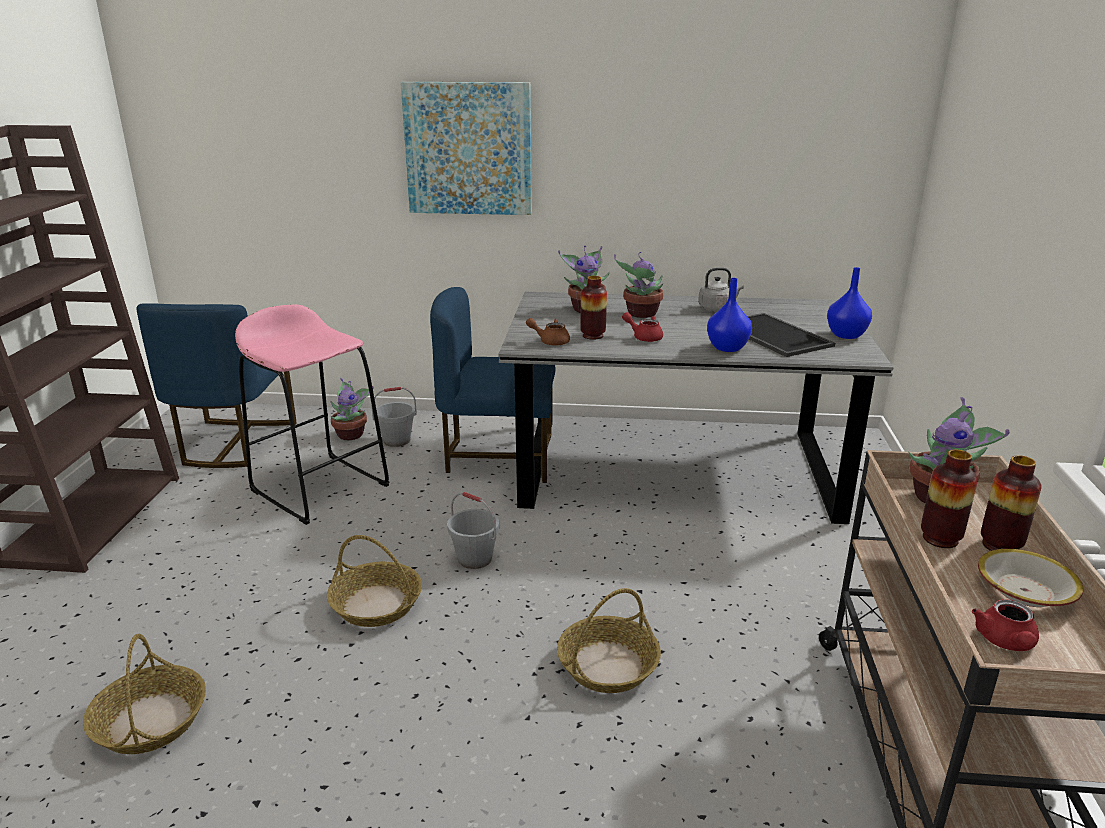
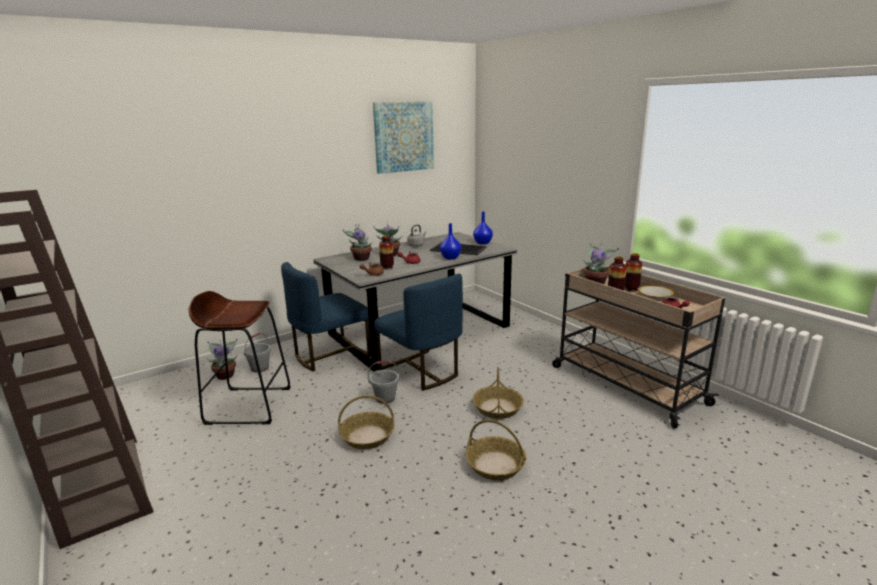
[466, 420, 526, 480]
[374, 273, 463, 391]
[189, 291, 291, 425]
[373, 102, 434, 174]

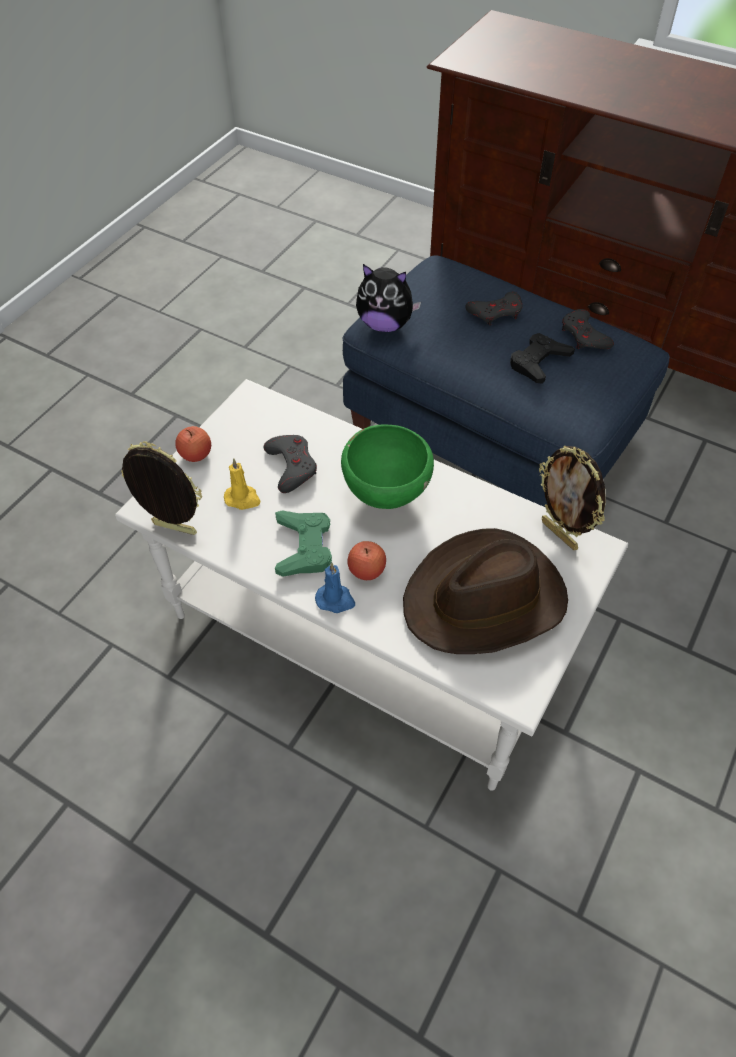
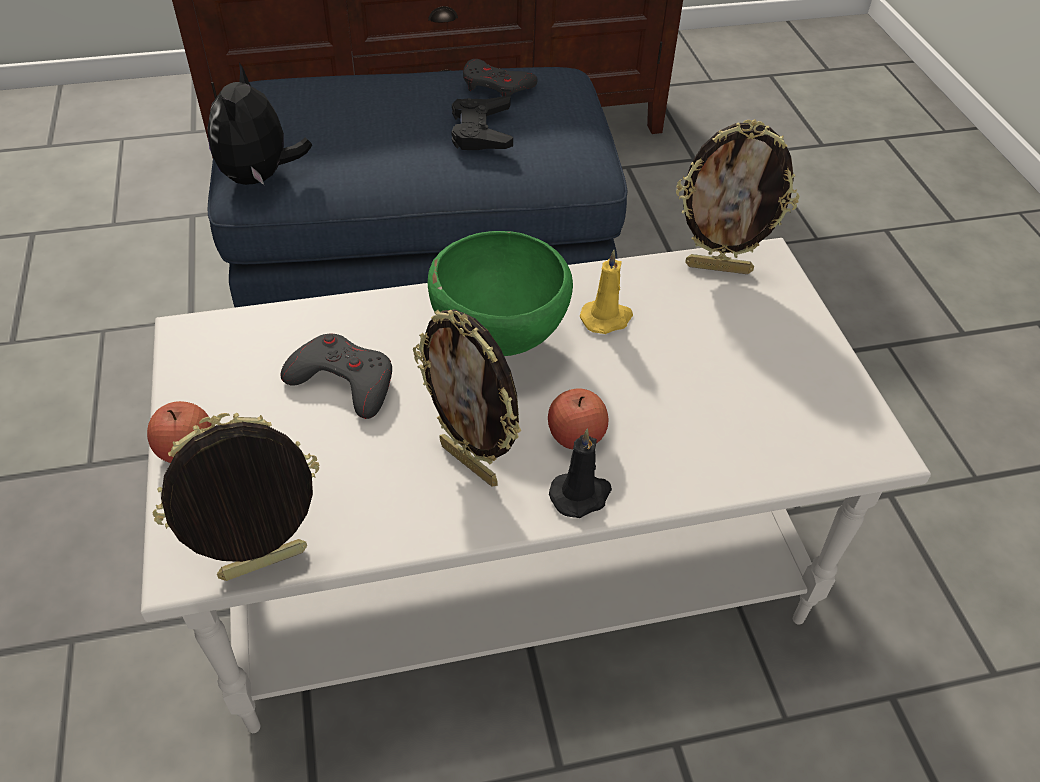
[580, 250, 633, 334]
[413, 309, 521, 487]
[549, 428, 612, 518]
[207, 62, 312, 185]
[403, 528, 568, 654] (first image)
[465, 292, 522, 326] (first image)

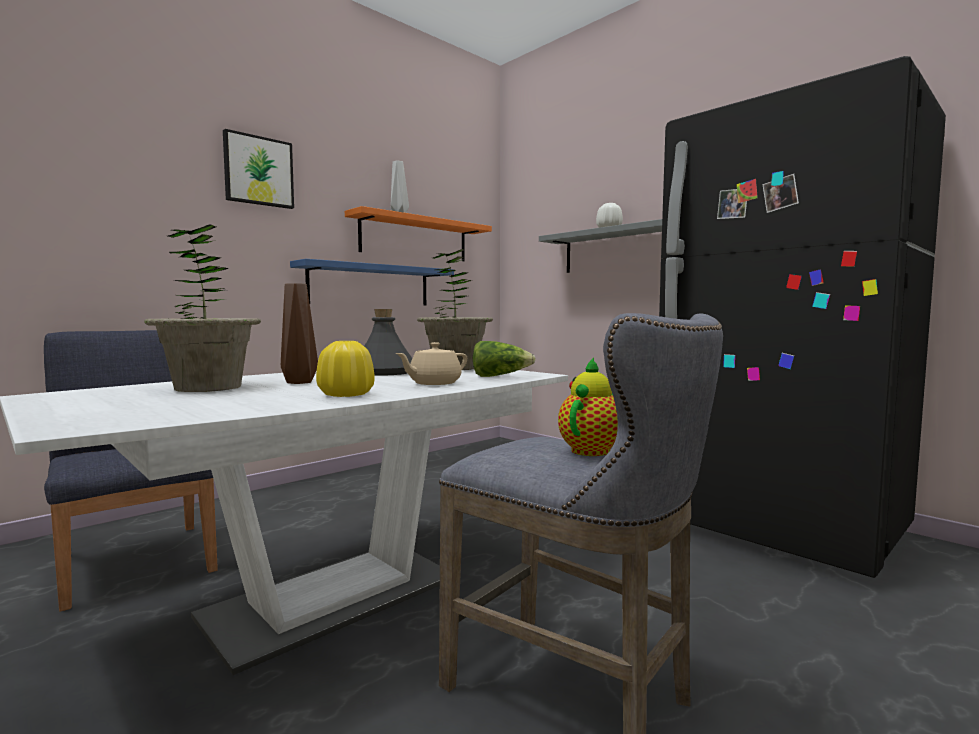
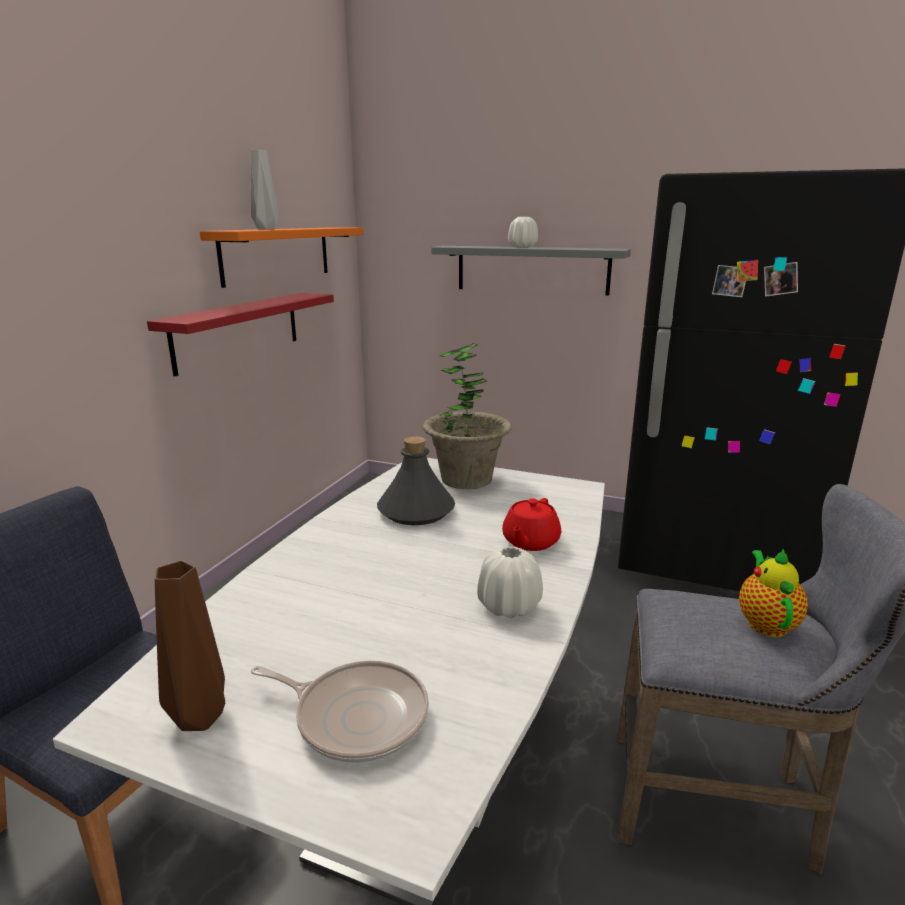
[144, 224, 261, 392] (first image)
[223, 129, 294, 209] (first image)
[155, 560, 225, 731]
[147, 293, 334, 377]
[477, 546, 543, 618]
[502, 498, 561, 551]
[473, 341, 536, 377] (first image)
[251, 661, 429, 763]

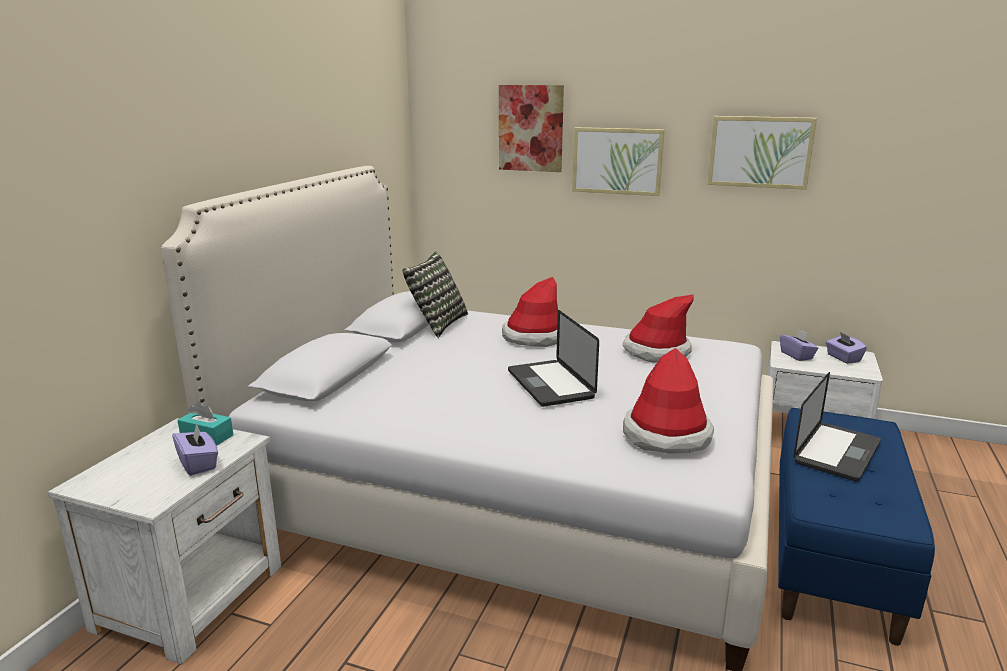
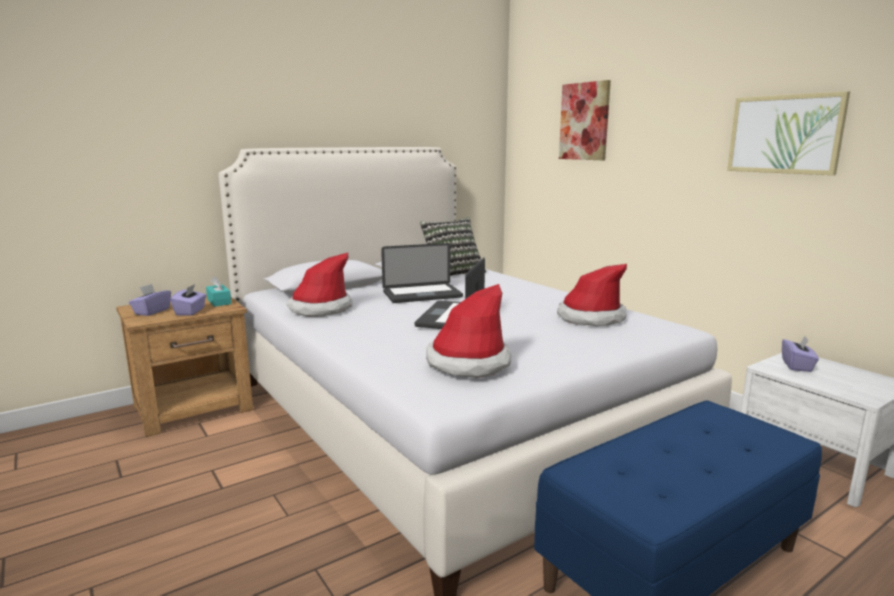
[116, 294, 253, 437]
[286, 252, 353, 317]
[572, 127, 665, 196] (first image)
[381, 243, 463, 303]
[129, 284, 171, 316]

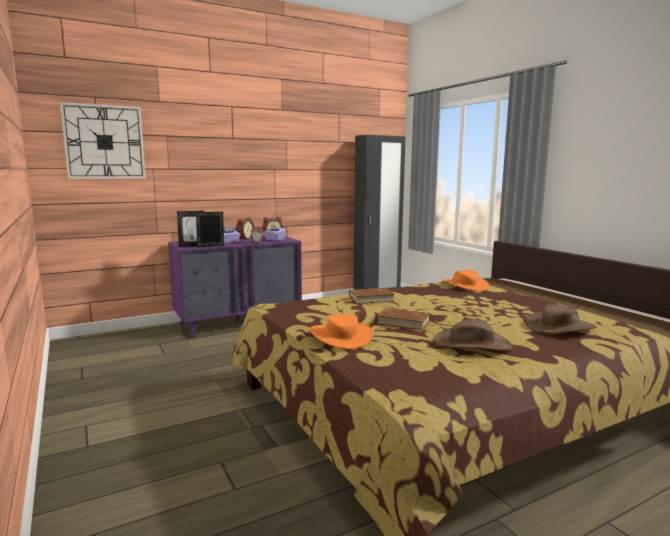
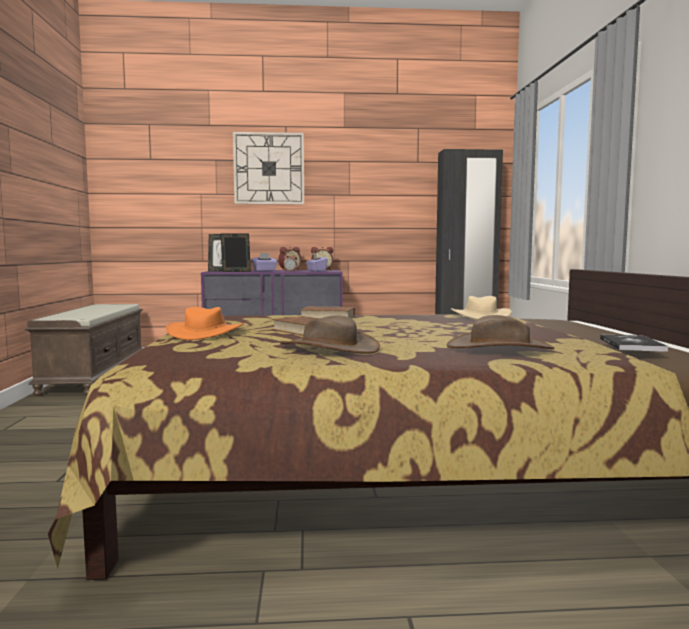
[233, 132, 304, 204]
[451, 296, 512, 319]
[25, 304, 143, 397]
[600, 335, 668, 352]

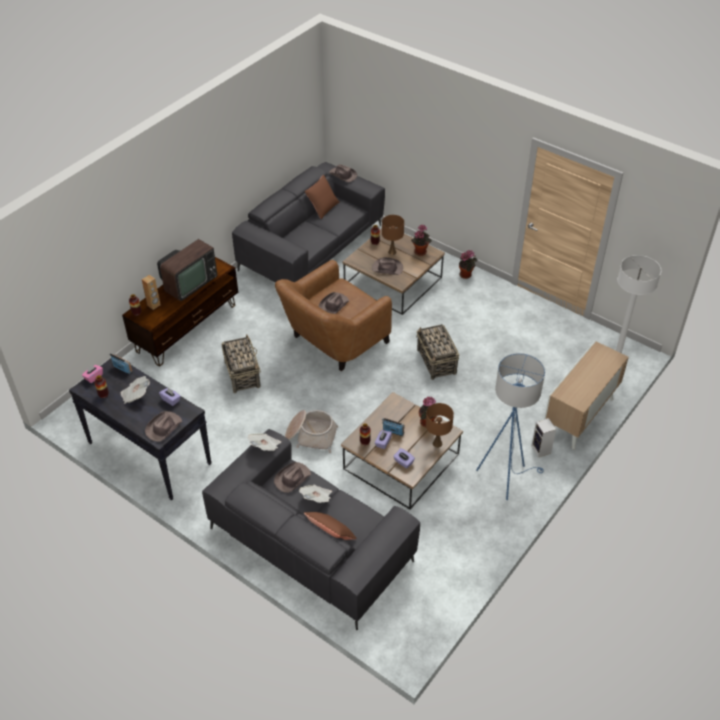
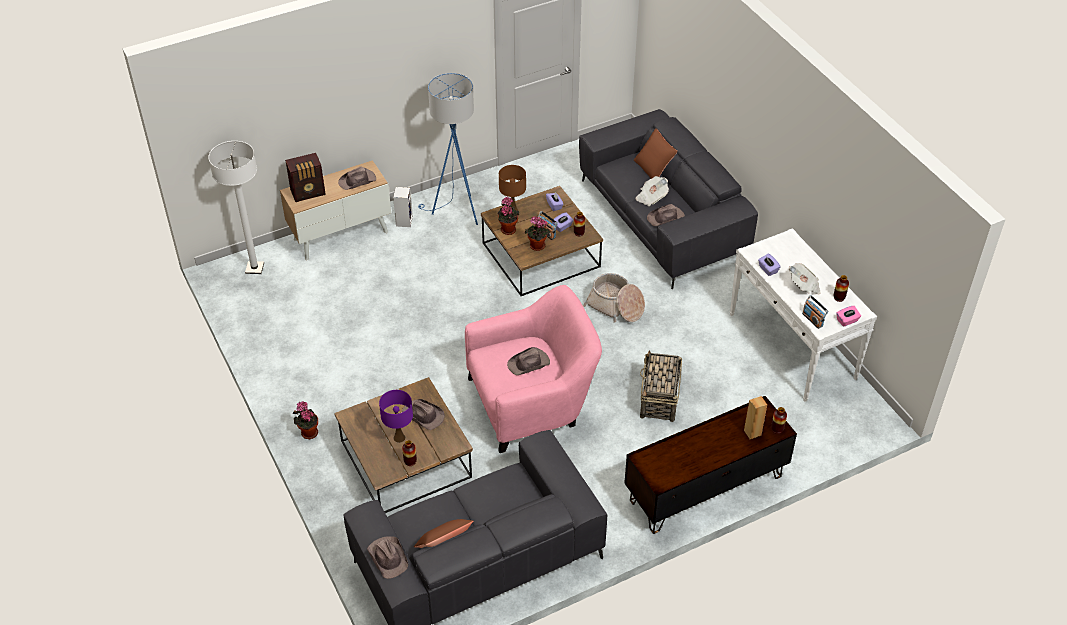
[730, 228, 877, 402]
[338, 166, 376, 190]
[157, 239, 218, 301] (first image)
[247, 433, 281, 451] (first image)
[465, 285, 602, 453]
[379, 390, 413, 443]
[525, 216, 550, 251]
[416, 324, 459, 380] (first image)
[285, 153, 326, 202]

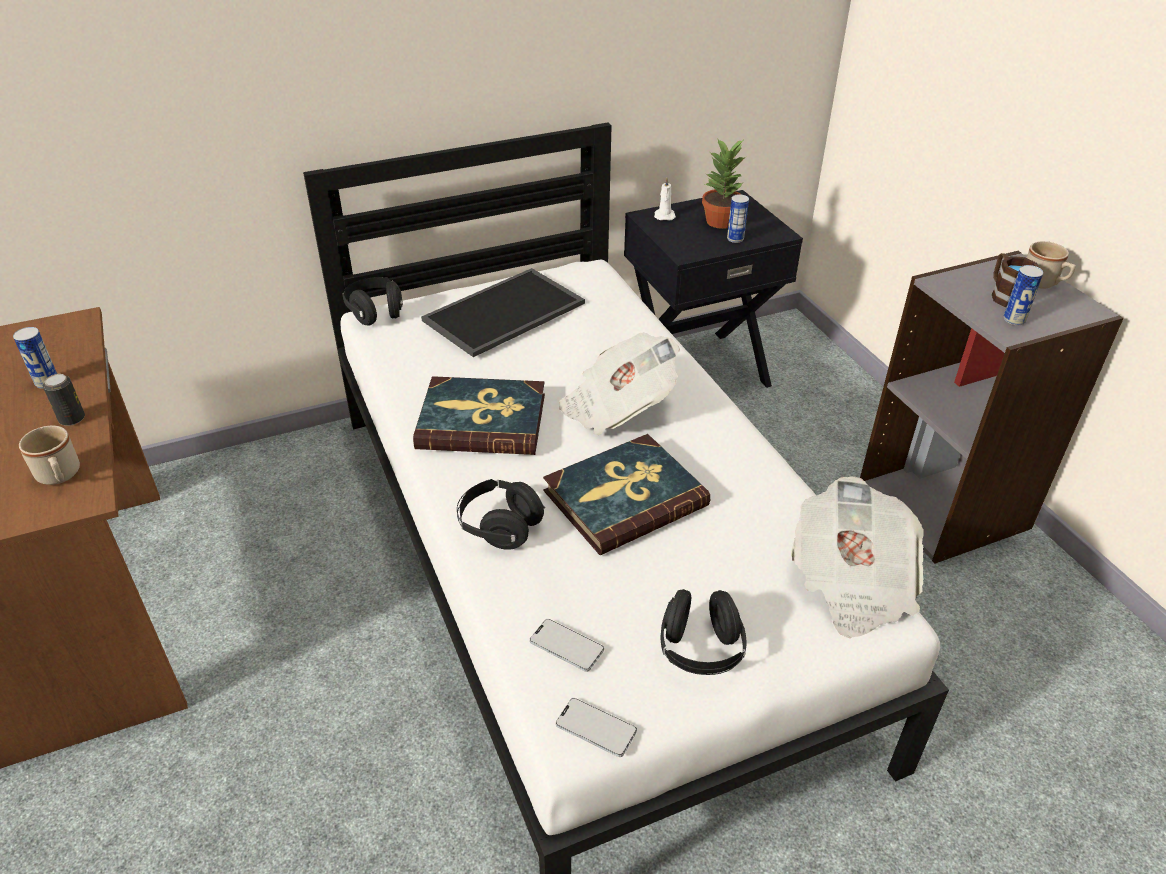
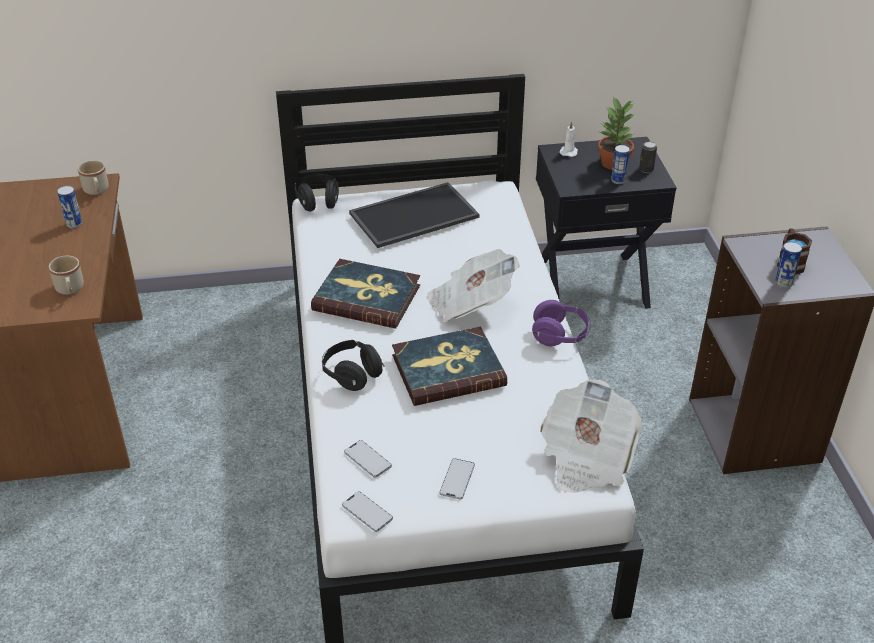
[639, 142, 657, 173]
[440, 458, 475, 500]
[78, 160, 109, 195]
[532, 300, 591, 346]

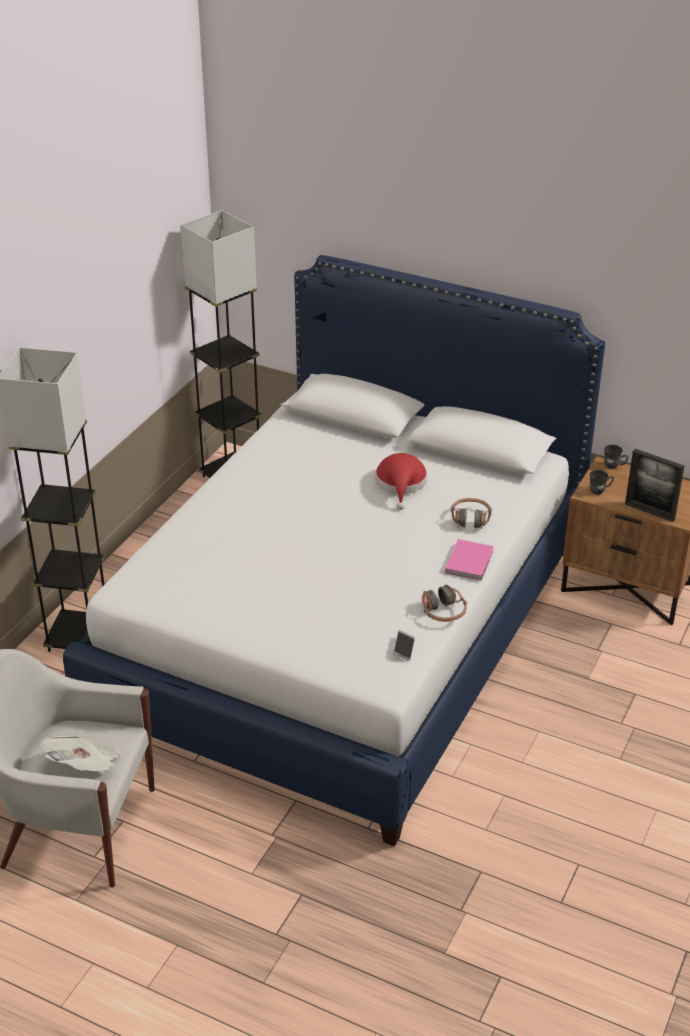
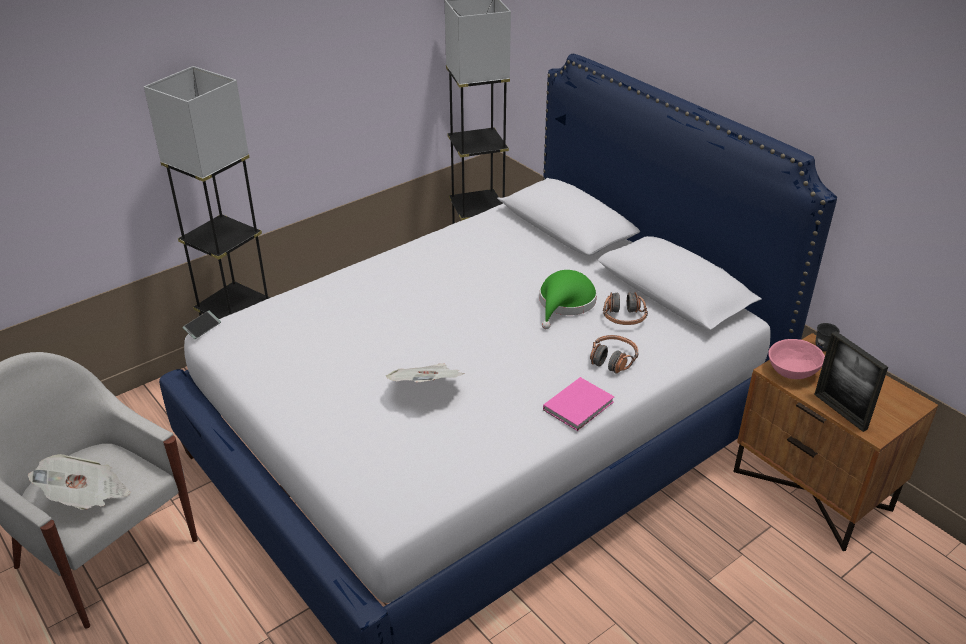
[539, 270, 597, 329]
[183, 311, 221, 339]
[603, 292, 648, 325]
[768, 339, 825, 379]
[386, 363, 465, 383]

